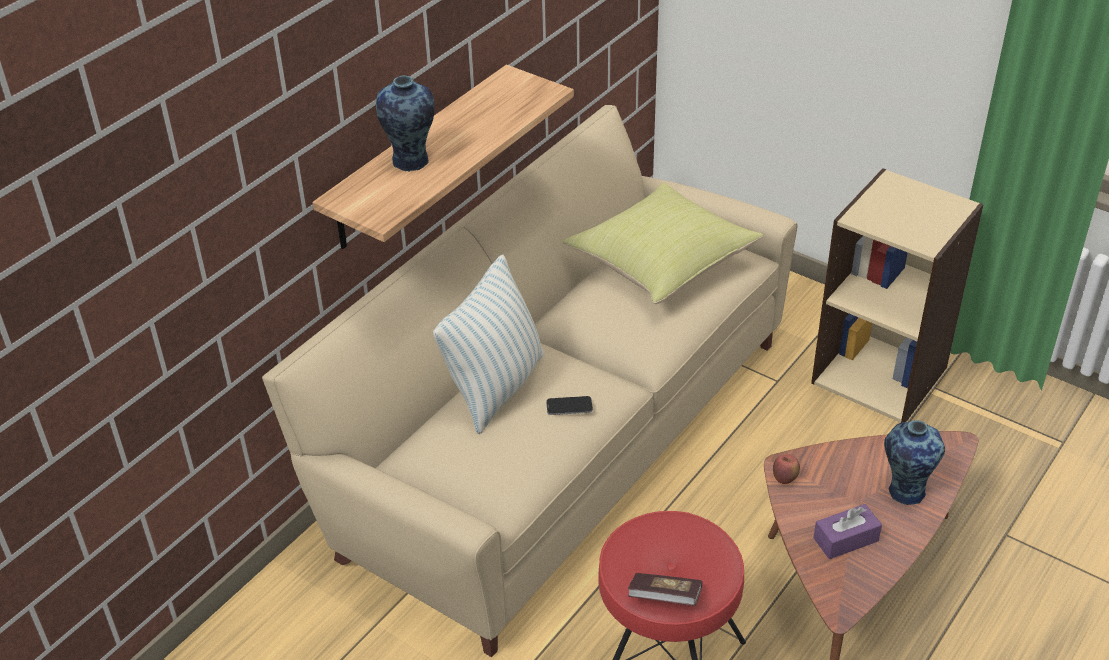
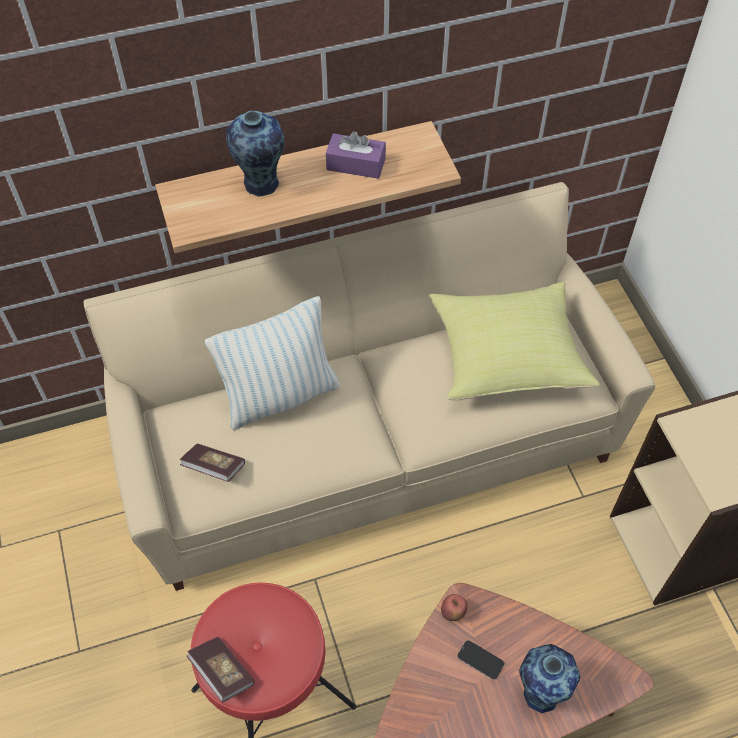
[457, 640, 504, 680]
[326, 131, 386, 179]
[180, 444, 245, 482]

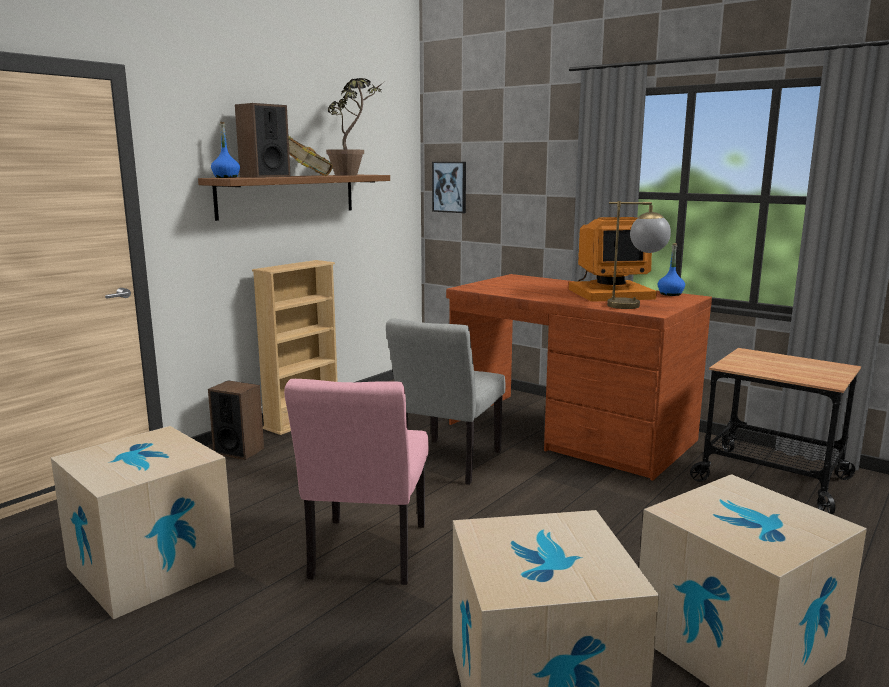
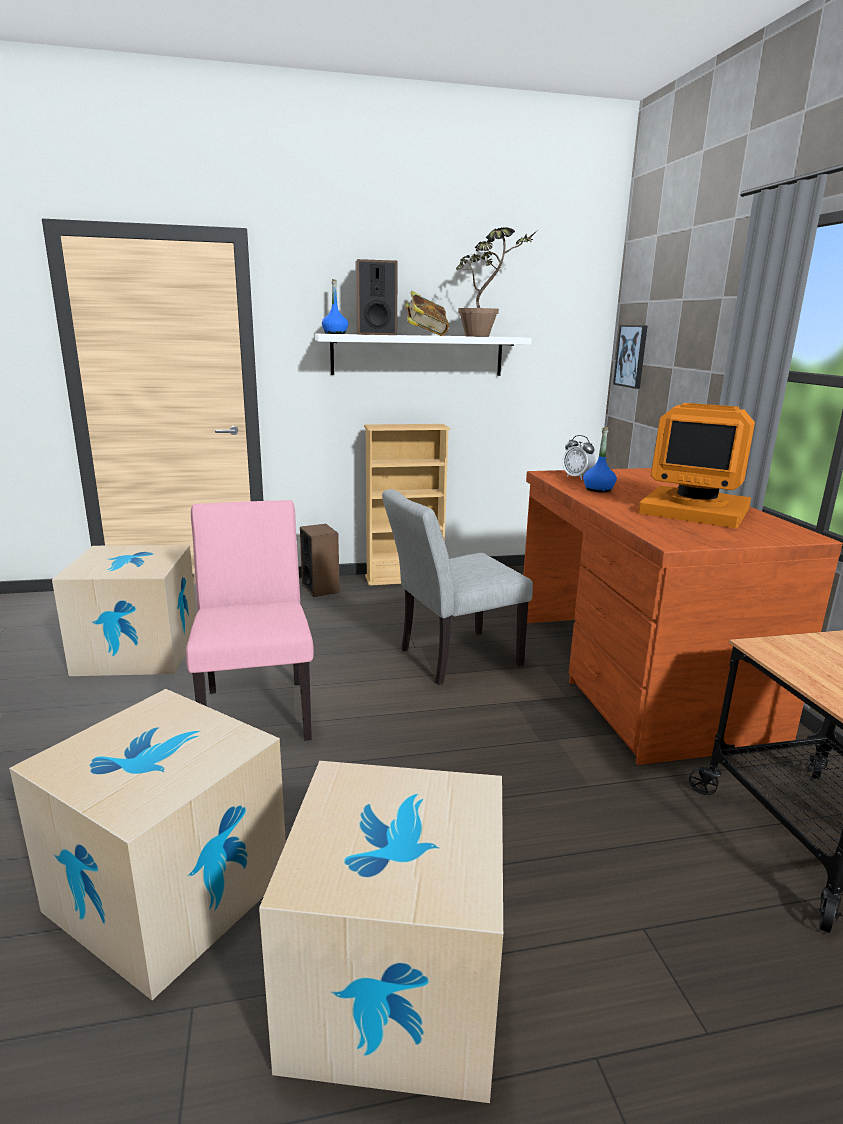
[315, 334, 532, 376]
[186, 500, 314, 741]
[607, 201, 671, 309] (first image)
[583, 427, 617, 493]
[562, 435, 595, 480]

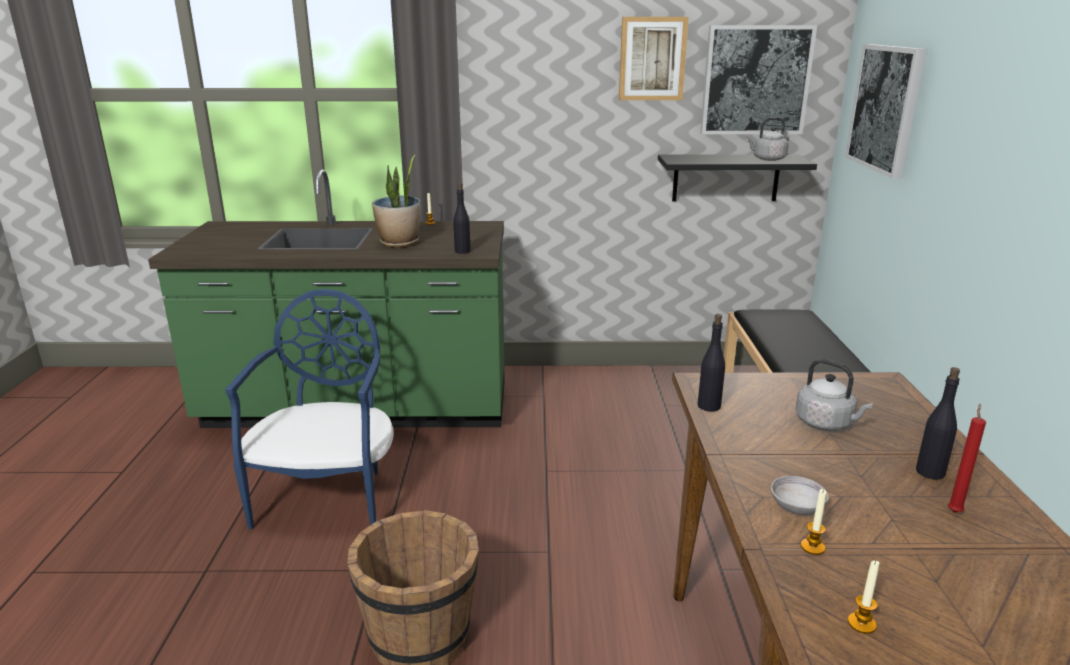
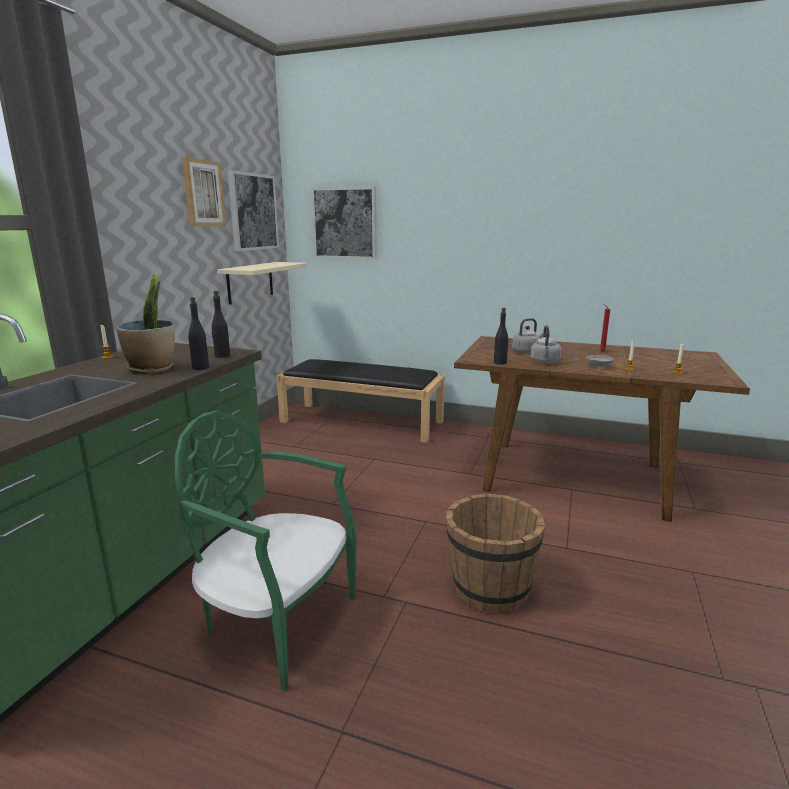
[175, 410, 357, 691]
[217, 262, 308, 305]
[531, 325, 562, 364]
[188, 297, 209, 370]

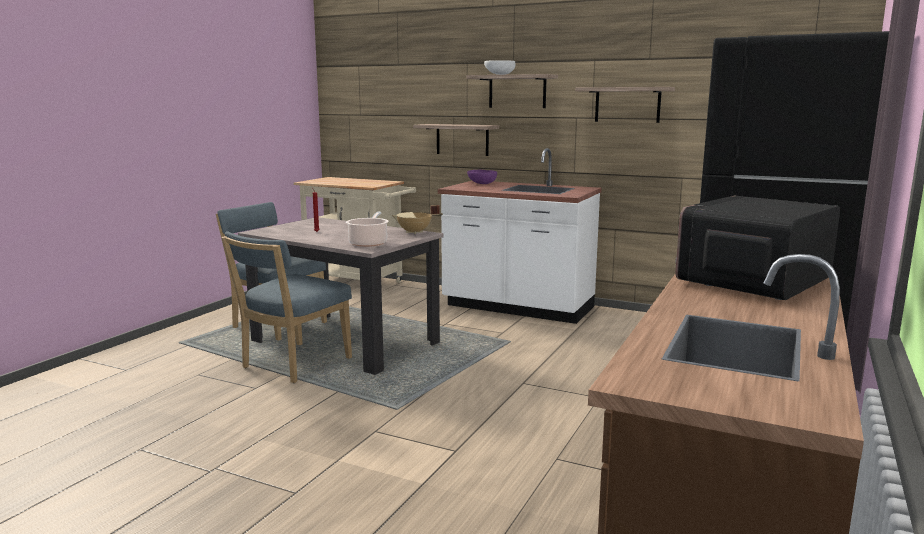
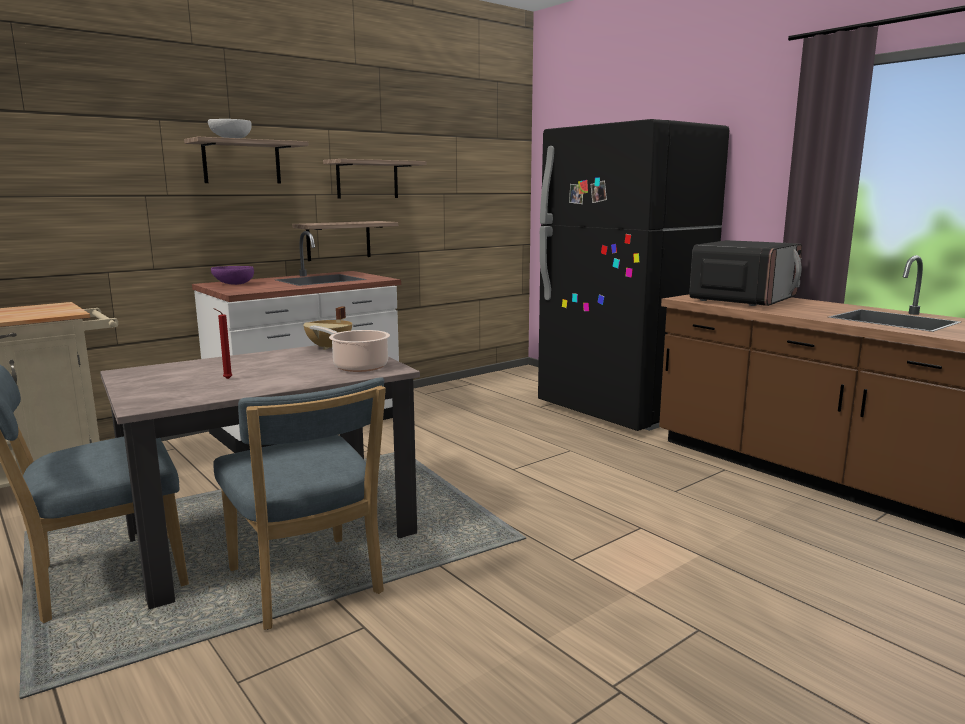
[292, 221, 398, 261]
[689, 240, 802, 306]

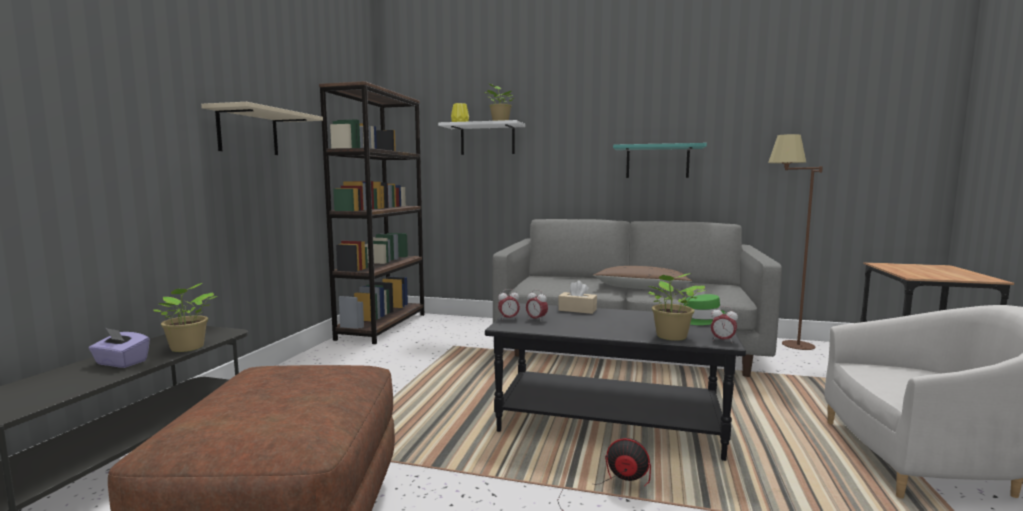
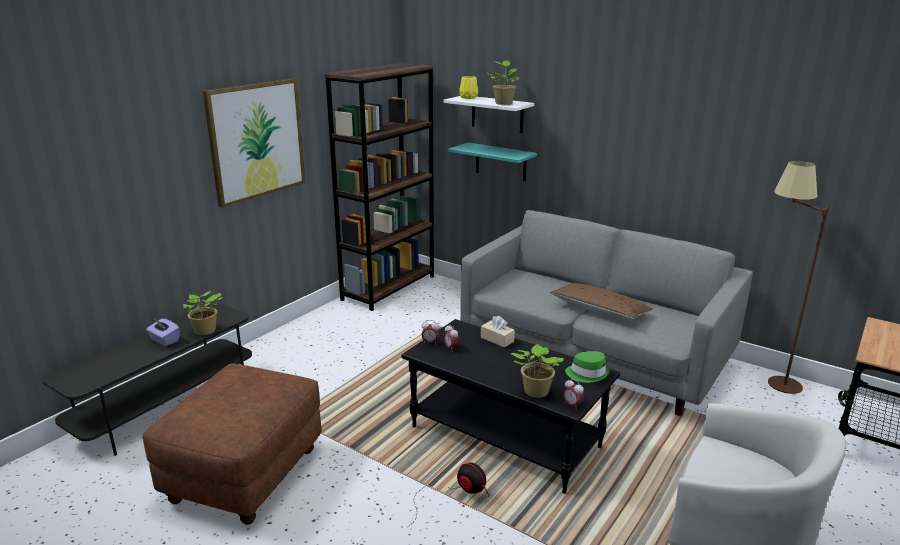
[203, 78, 306, 208]
[448, 142, 537, 181]

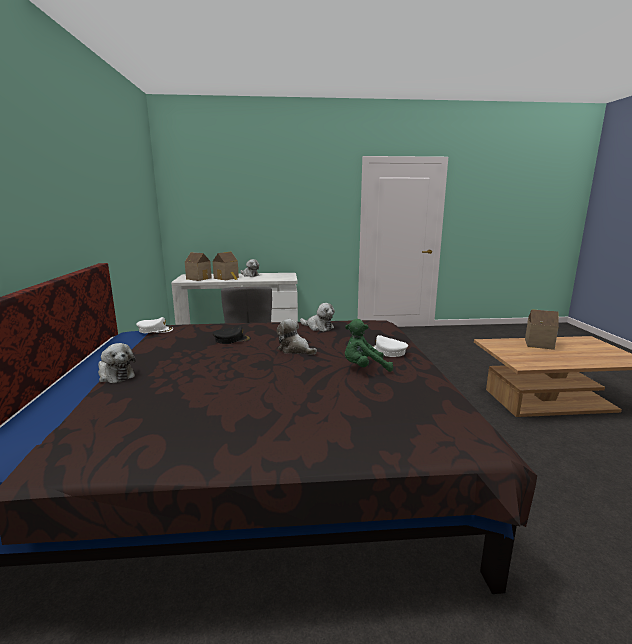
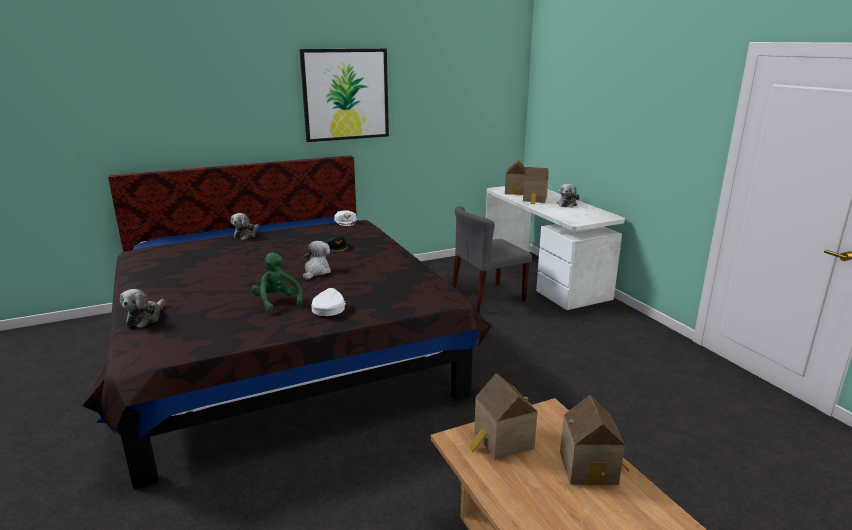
[120, 289, 165, 328]
[299, 49, 389, 142]
[468, 373, 538, 460]

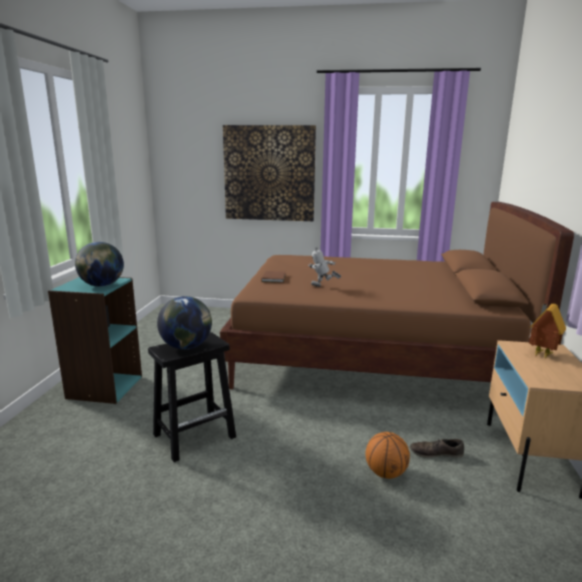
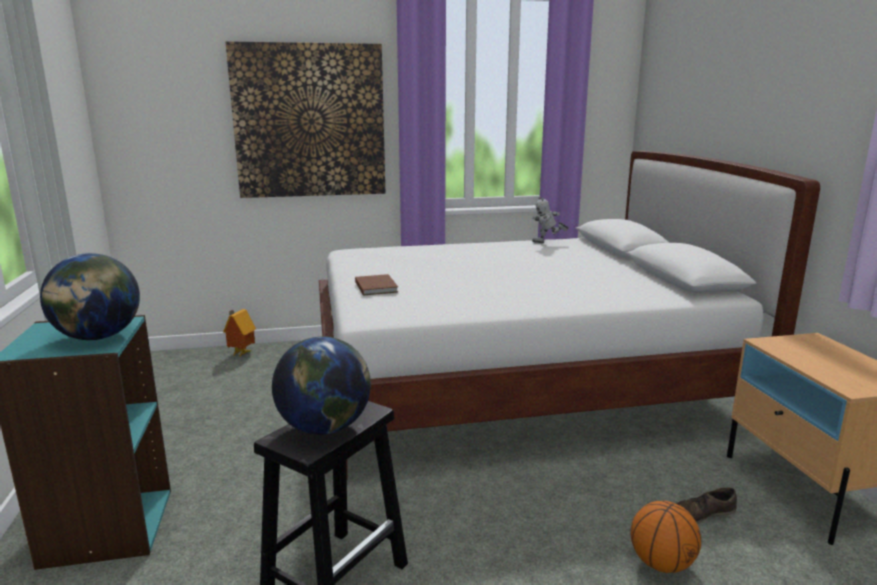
[319, 151, 820, 480]
[532, 196, 569, 243]
[223, 309, 256, 358]

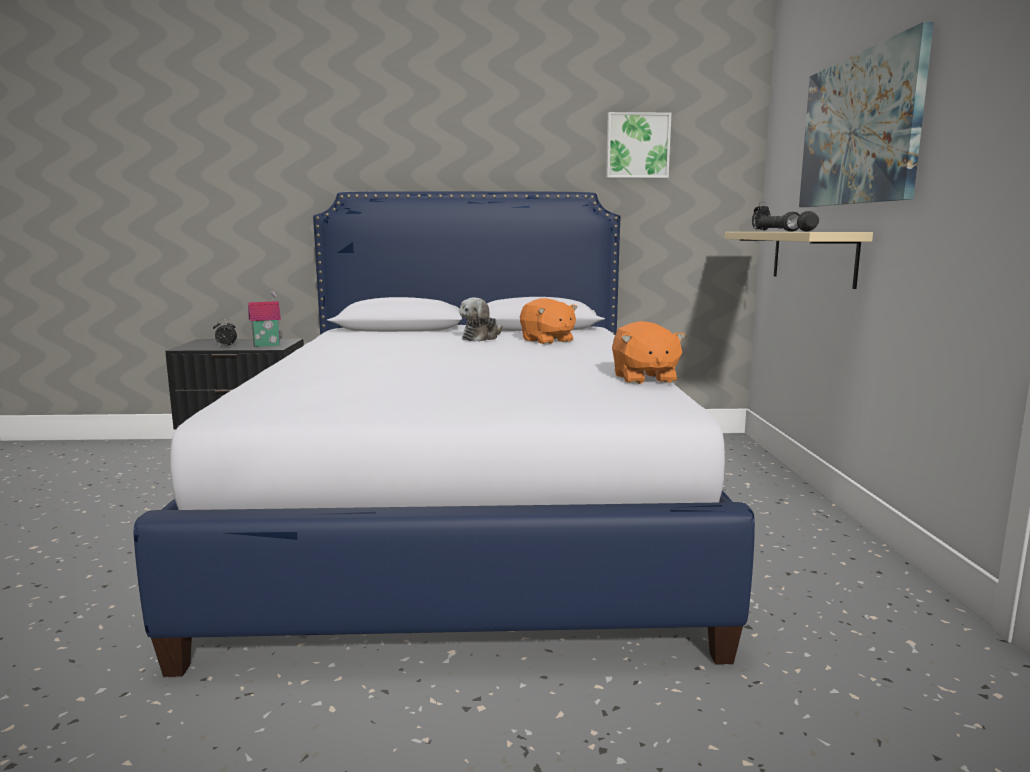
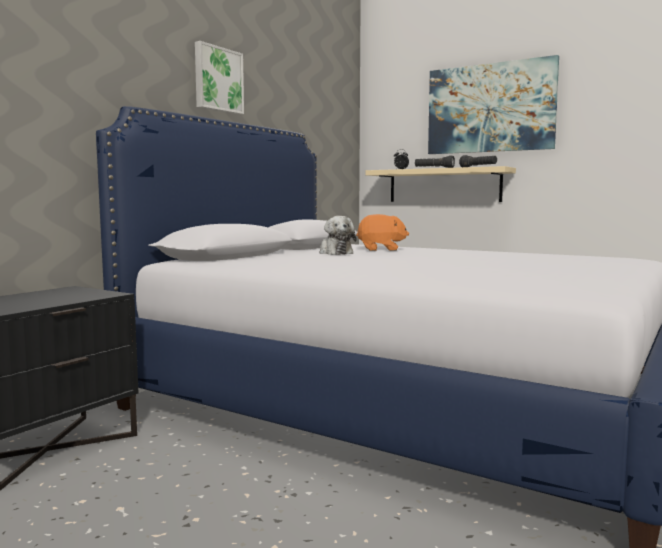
[213, 319, 237, 346] (first image)
[248, 289, 281, 347] (first image)
[195, 41, 244, 115]
[612, 321, 686, 384] (first image)

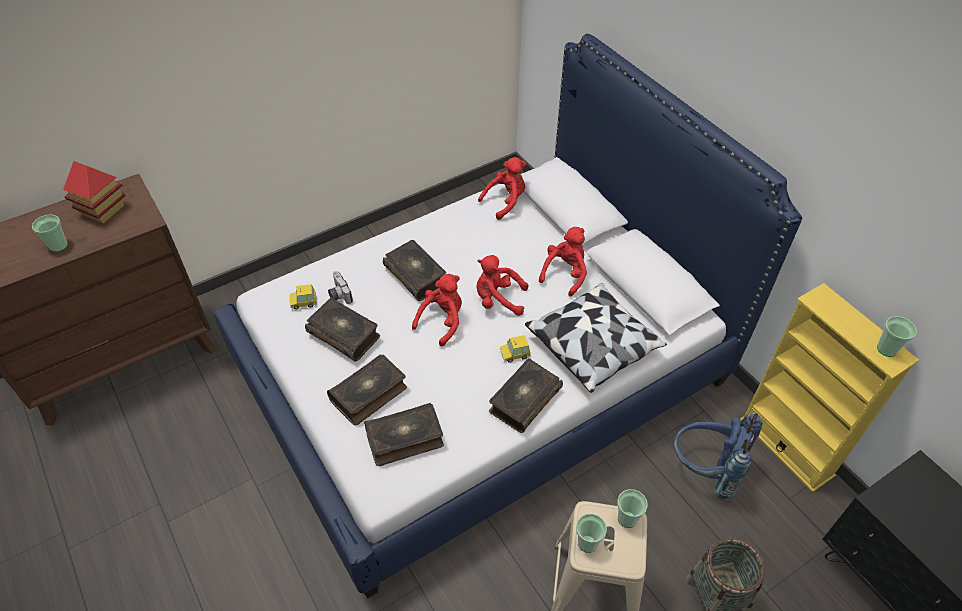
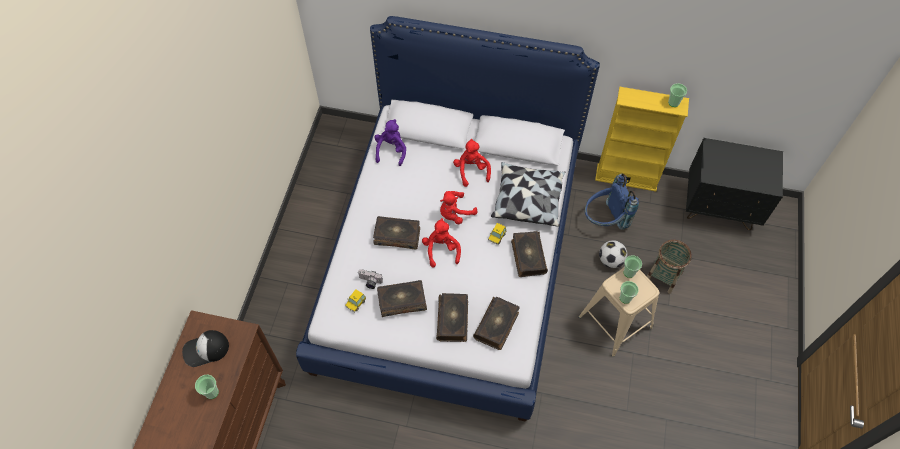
[182, 330, 229, 367]
[374, 119, 406, 166]
[599, 240, 628, 268]

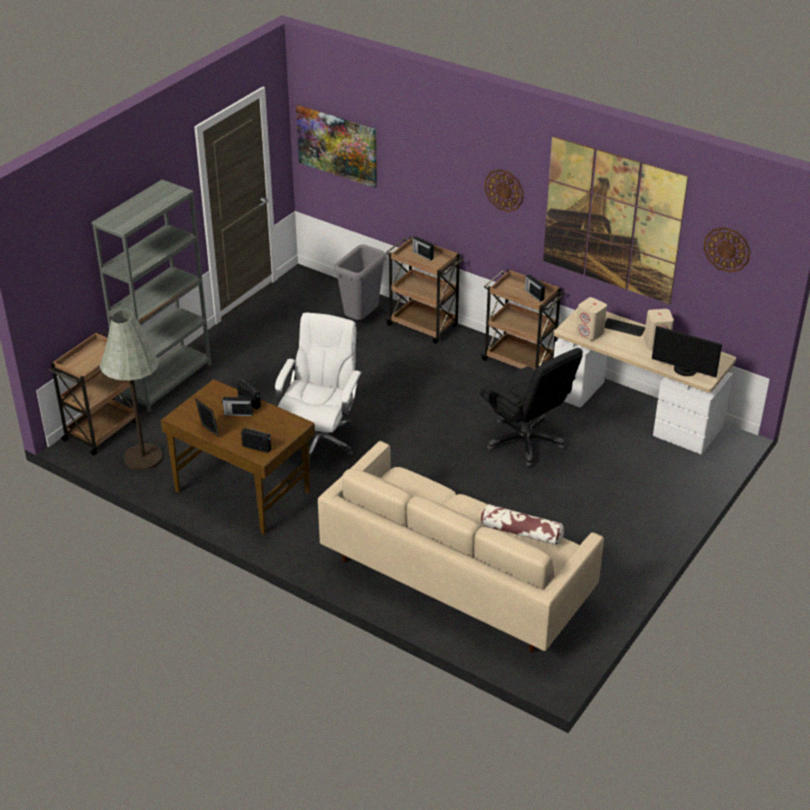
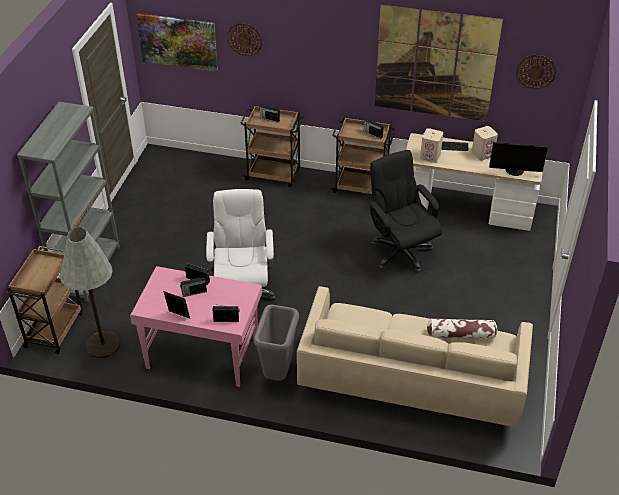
[130, 266, 262, 387]
[253, 305, 299, 381]
[368, 150, 442, 273]
[227, 23, 262, 56]

